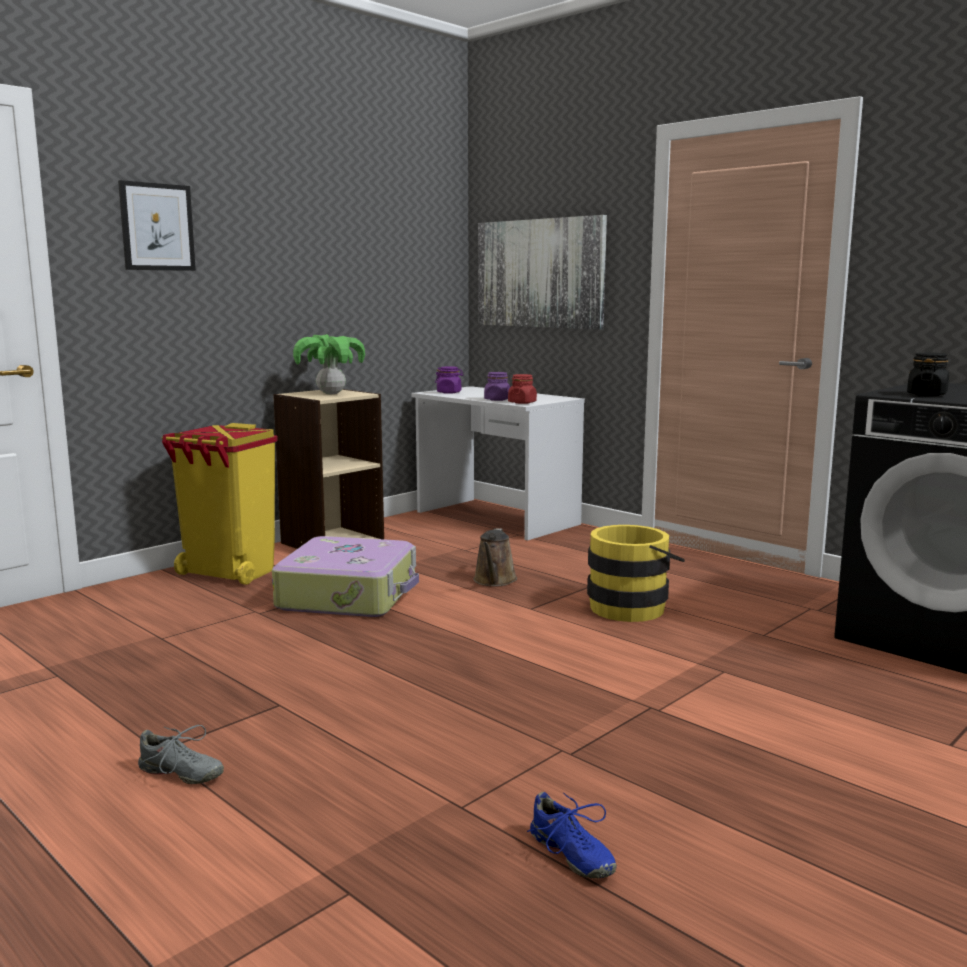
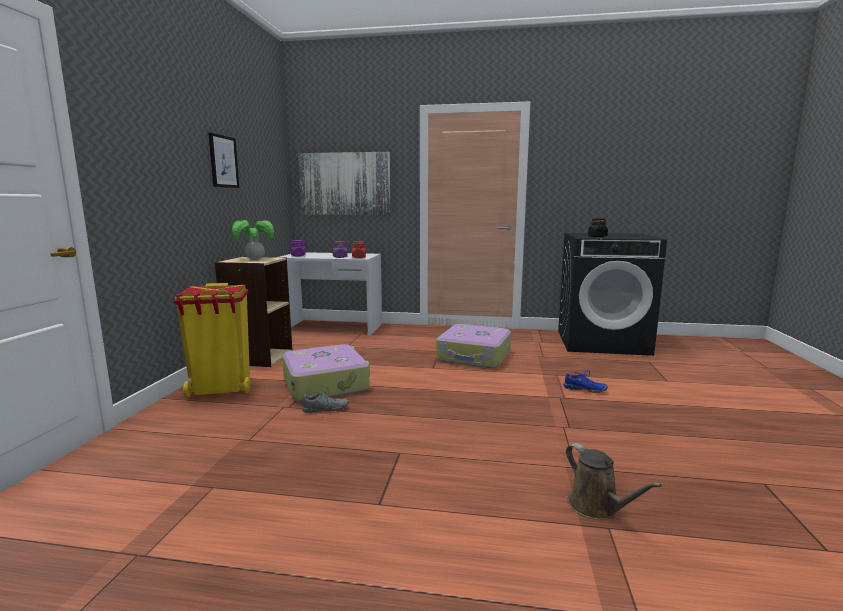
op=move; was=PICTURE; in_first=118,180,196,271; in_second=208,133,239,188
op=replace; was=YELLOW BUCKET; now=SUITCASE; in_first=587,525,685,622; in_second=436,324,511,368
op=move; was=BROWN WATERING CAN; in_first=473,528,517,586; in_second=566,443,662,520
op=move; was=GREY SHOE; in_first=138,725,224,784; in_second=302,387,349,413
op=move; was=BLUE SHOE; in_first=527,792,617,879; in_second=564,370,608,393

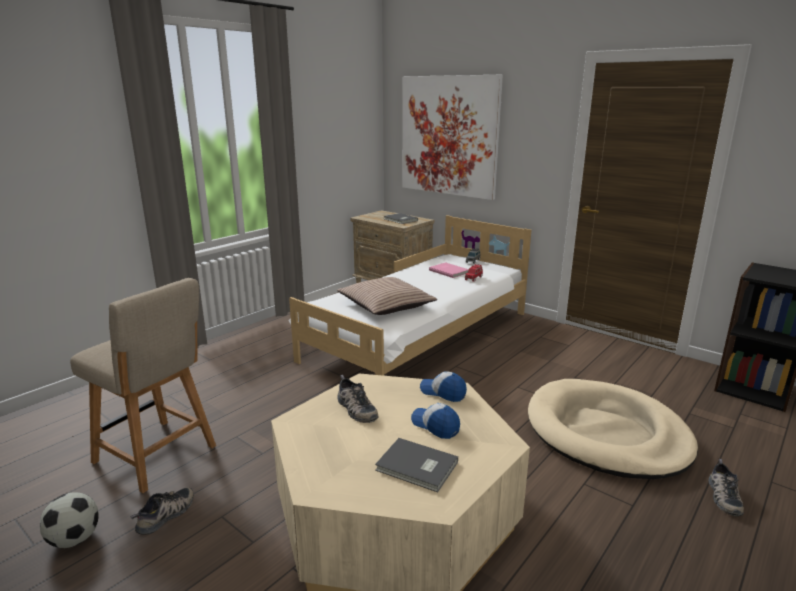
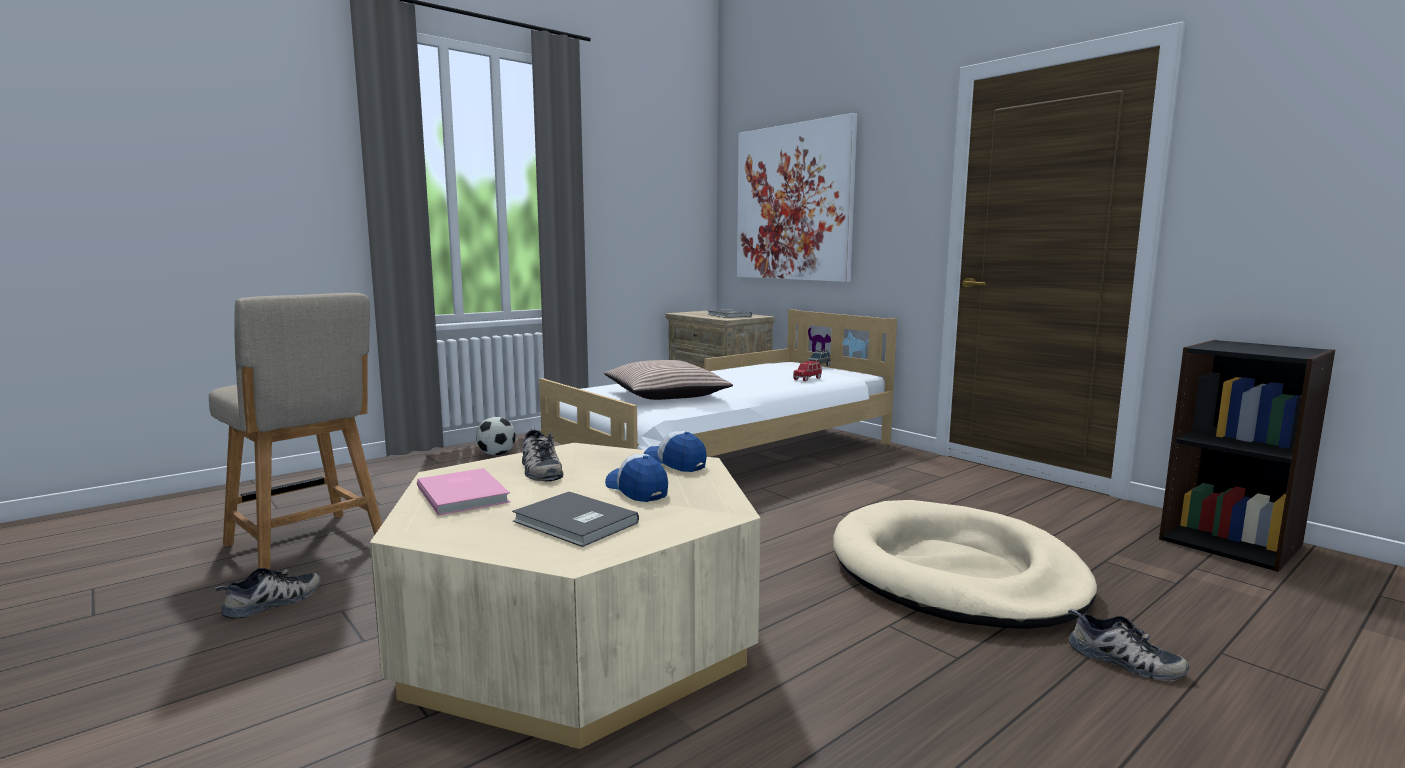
op=move; was=PINK BOOK; in_first=429,262,469,278; in_second=417,468,510,516
op=rotate; was=SHOE; in_first=709,459,744,516; in_second=1068,609,1189,681; clockwise=-75
op=move; was=FOOTBALL; in_first=40,492,99,548; in_second=476,417,516,455

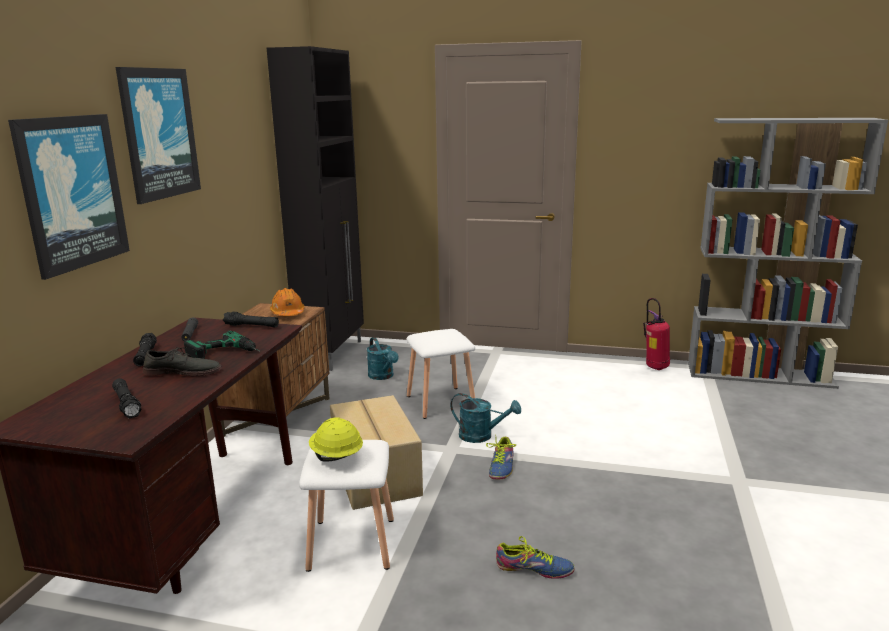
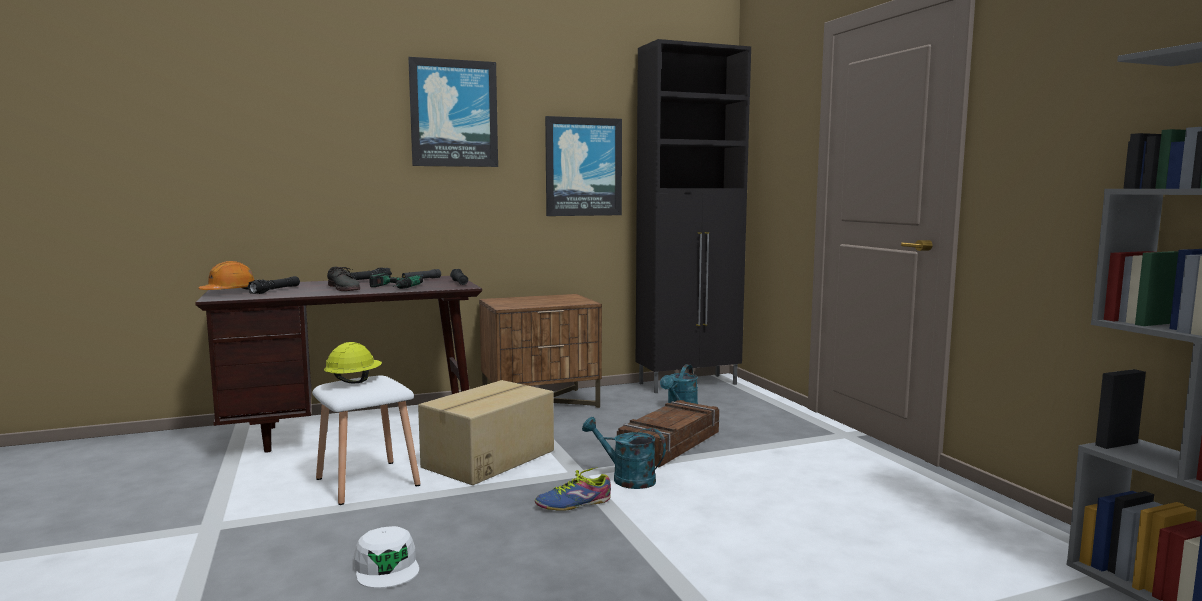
op=move; was=PICTURE; in_first=8,114,130,280; in_second=545,116,622,216
op=move; was=ORANGE HARD HAT; in_first=270,288,305,316; in_second=199,261,254,290
op=delete; was=FIRE EXTINGUISHER; in_first=643,298,670,370
op=replace; was=WHITE STOOL; now=CRATE; in_first=407,329,475,419; in_second=617,400,719,467
op=rotate; was=TURQUOISE WATERING CAN; in_first=450,393,521,443; in_second=582,417,666,489; clockwise=135
op=replace; was=SHOE; now=WHITE CAP; in_first=496,536,575,579; in_second=354,526,419,588

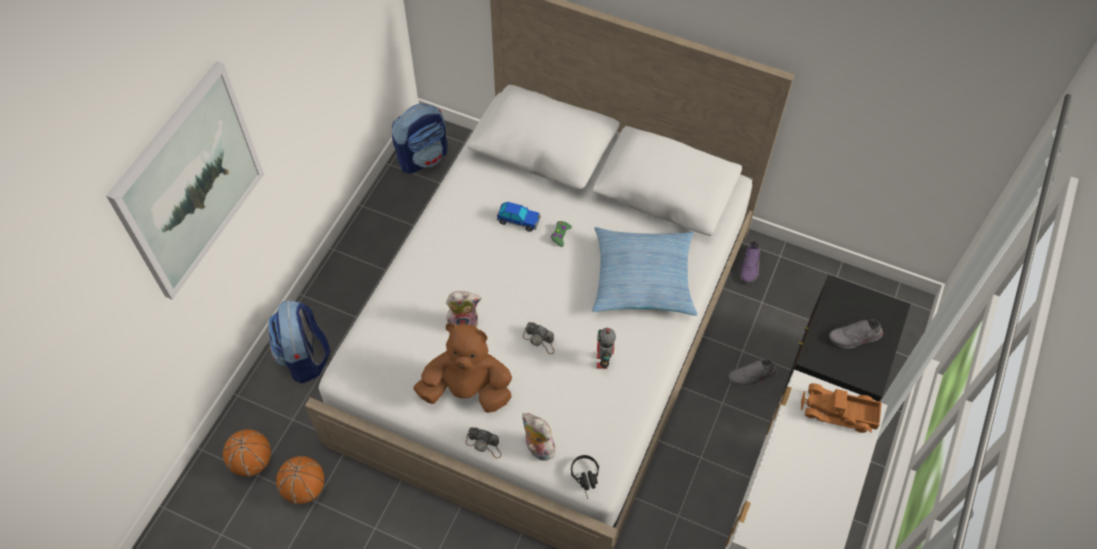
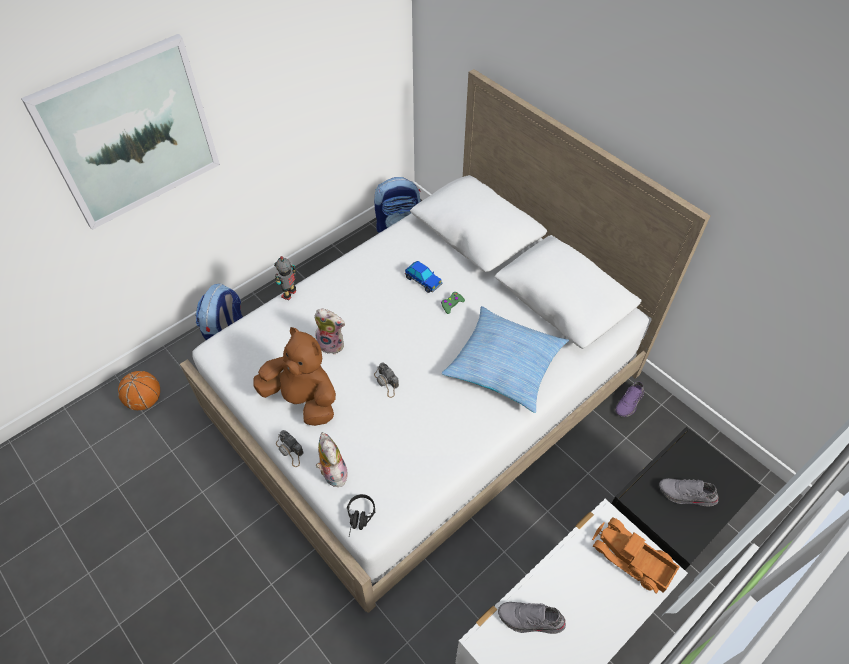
op=move; was=TOY ROBOT; in_first=597,328,616,369; in_second=274,256,297,301
op=move; was=GREY SHOE; in_first=728,359,777,387; in_second=498,602,566,634
op=delete; was=BASKETBALL; in_first=276,456,324,504

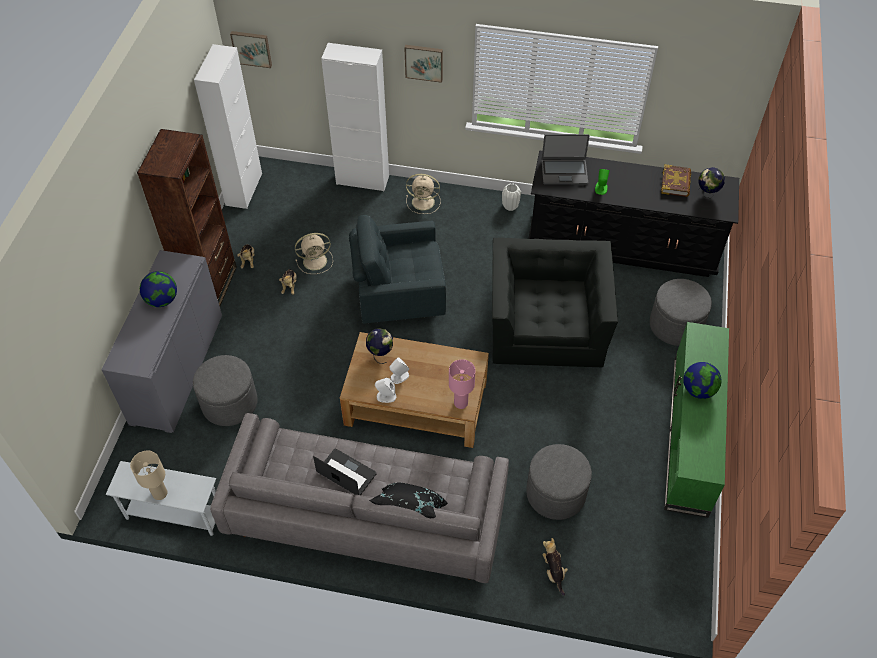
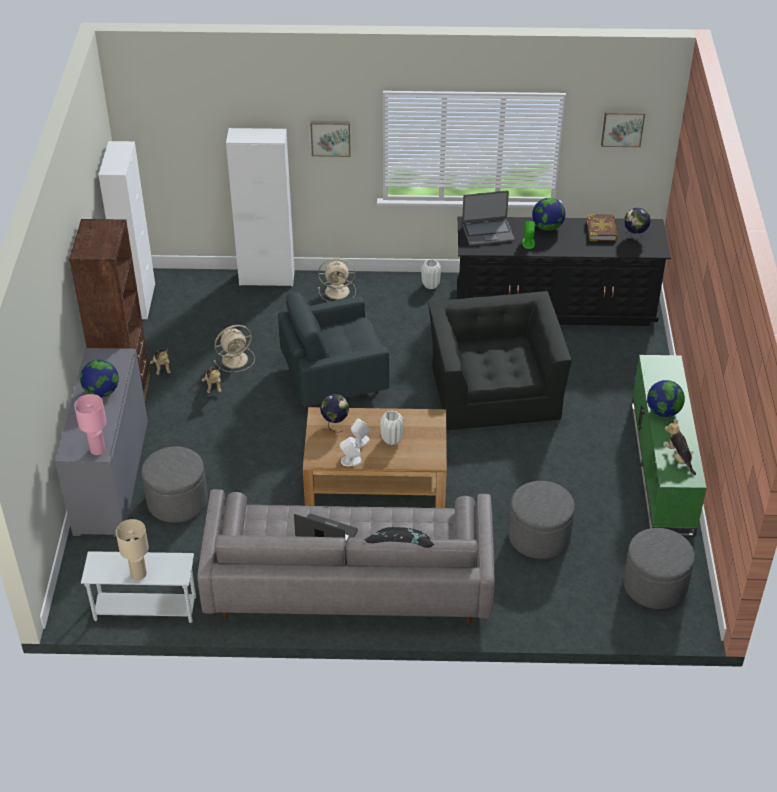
op=move; was=PICTURE; in_first=230,31,272,68; in_second=601,111,645,147
op=move; was=GREY OTTOMAN; in_first=650,279,712,346; in_second=623,528,695,609
op=move; was=PINK TABLE LAMP; in_first=449,359,476,409; in_second=74,394,107,455
op=move; was=PLUSH TOY; in_first=543,538,568,596; in_second=665,419,696,475
op=insert; now=GLOBE; in_second=532,198,565,231
op=insert; now=WHITE VASE; in_second=380,410,404,445

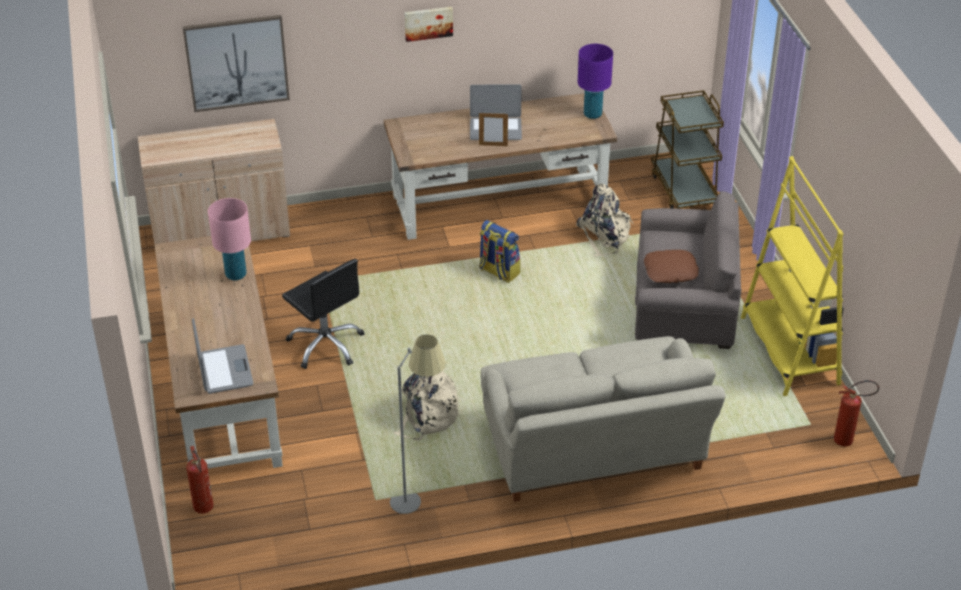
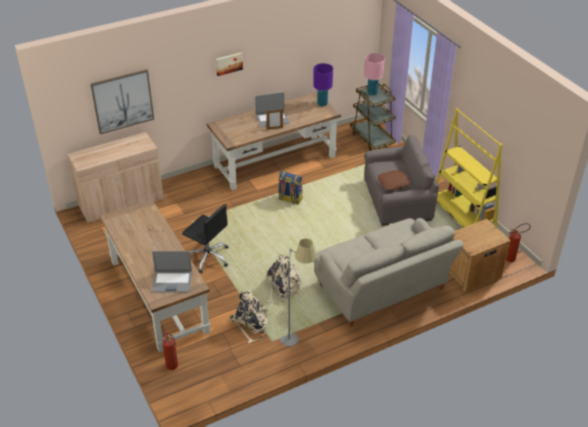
op=move; was=BEIGE BACKPACK; in_first=576,184,634,256; in_second=230,291,269,343
op=move; was=PINK TABLE LAMP; in_first=208,198,251,280; in_second=364,53,385,96
op=rotate; was=LAPTOP; in_first=192,318,253,394; in_second=152,251,192,292; clockwise=120
op=insert; now=BROWN NIGHTSTAND; in_second=449,219,511,293

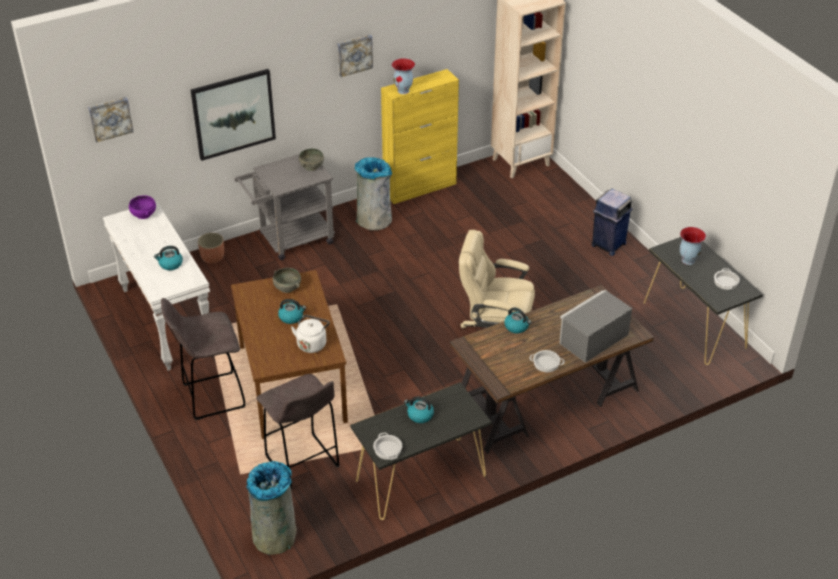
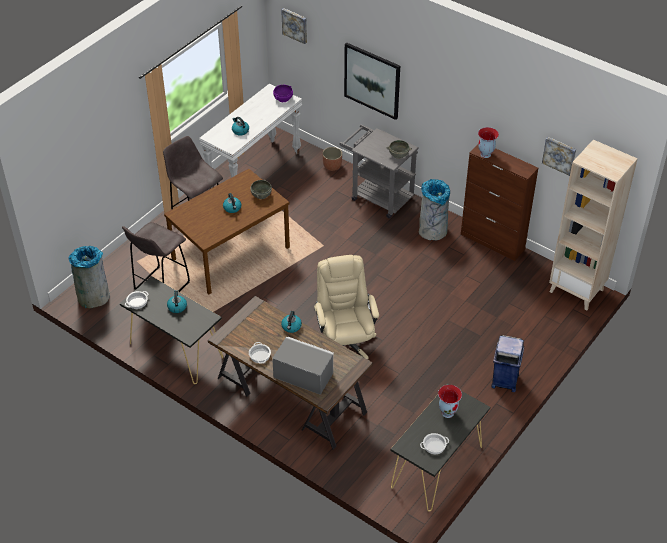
op=move; was=PICTURE; in_first=337,35,373,77; in_second=542,137,576,176
op=recolor; was=YELLOW CABINET; now=BROWN CABINET; in_first=381,69,459,204; in_second=461,145,538,261
op=delete; was=WHITE KETTLE; in_first=291,315,330,353

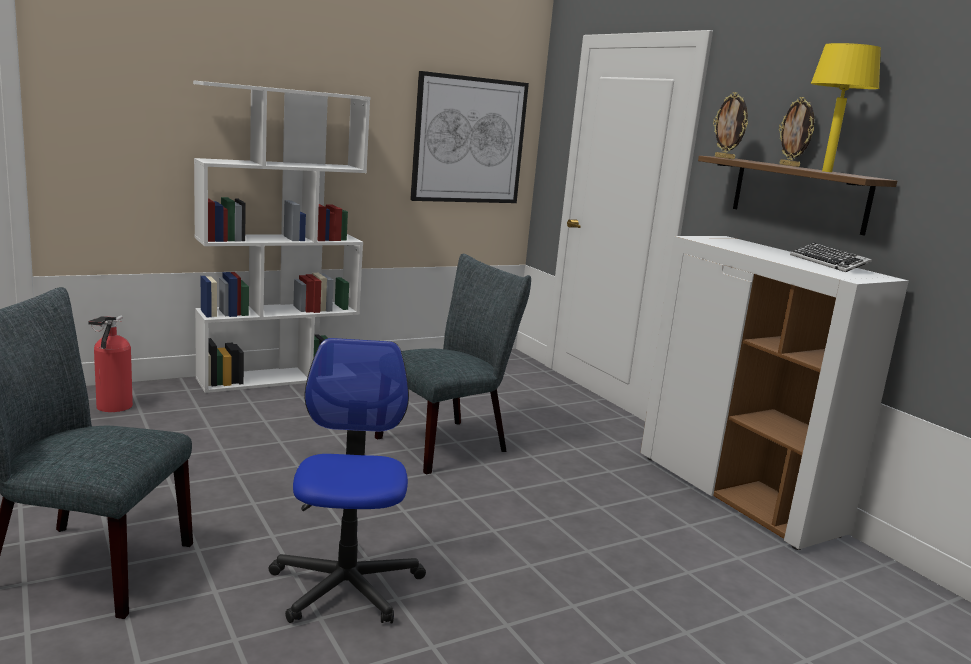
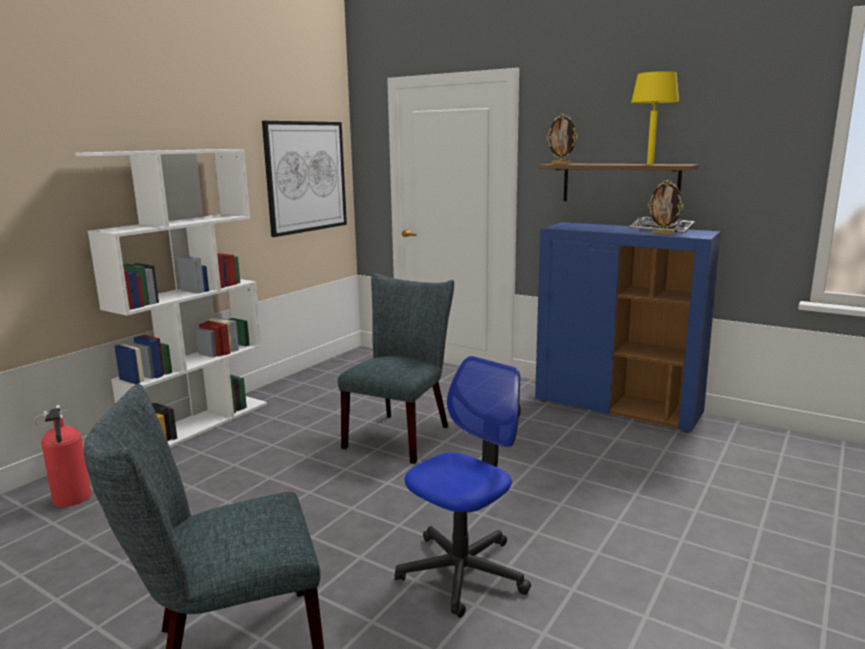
op=move; was=PICTURE FRAME; in_first=779,97,814,167; in_second=648,180,683,235
op=recolor; was=WHITE CABINET; now=BLUE CABINET; in_first=640,236,909,550; in_second=535,222,720,433
op=rotate; was=OFFICE CHAIR; in_first=269,338,426,623; in_second=395,356,531,618; clockwise=75

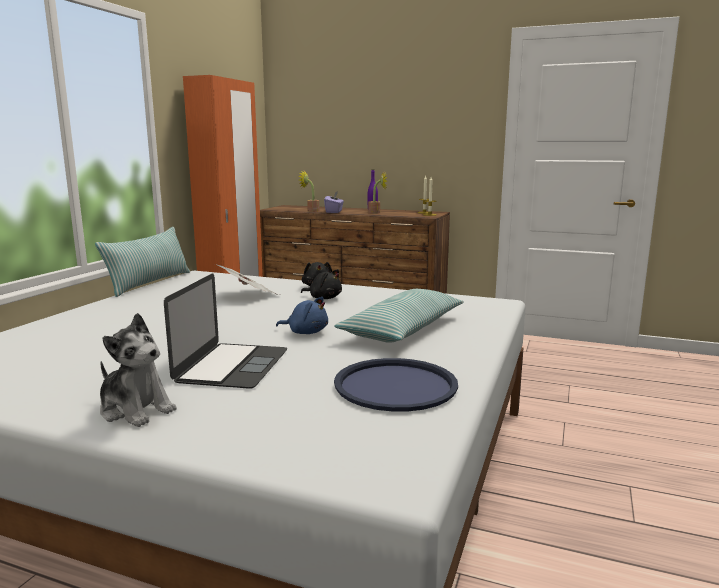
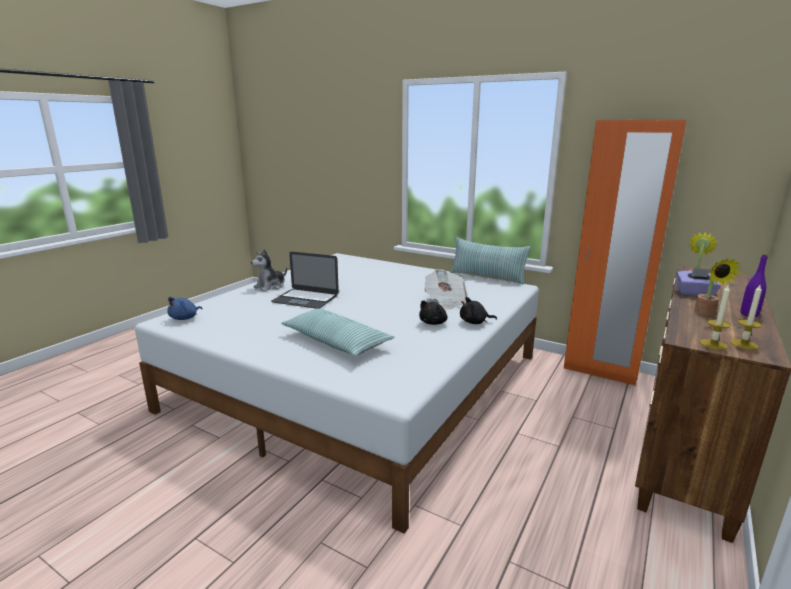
op=move; was=BLUE PLUSH TOY; in_first=276,297,328,334; in_second=167,297,203,320
op=delete; was=BLUE TRAY; in_first=334,358,458,412

